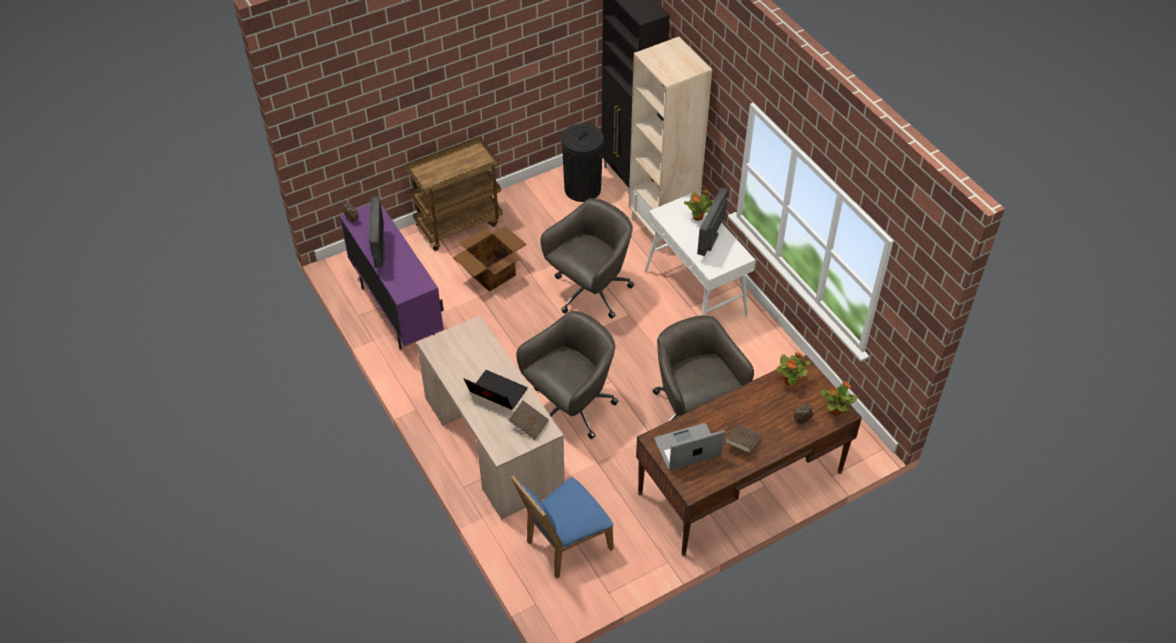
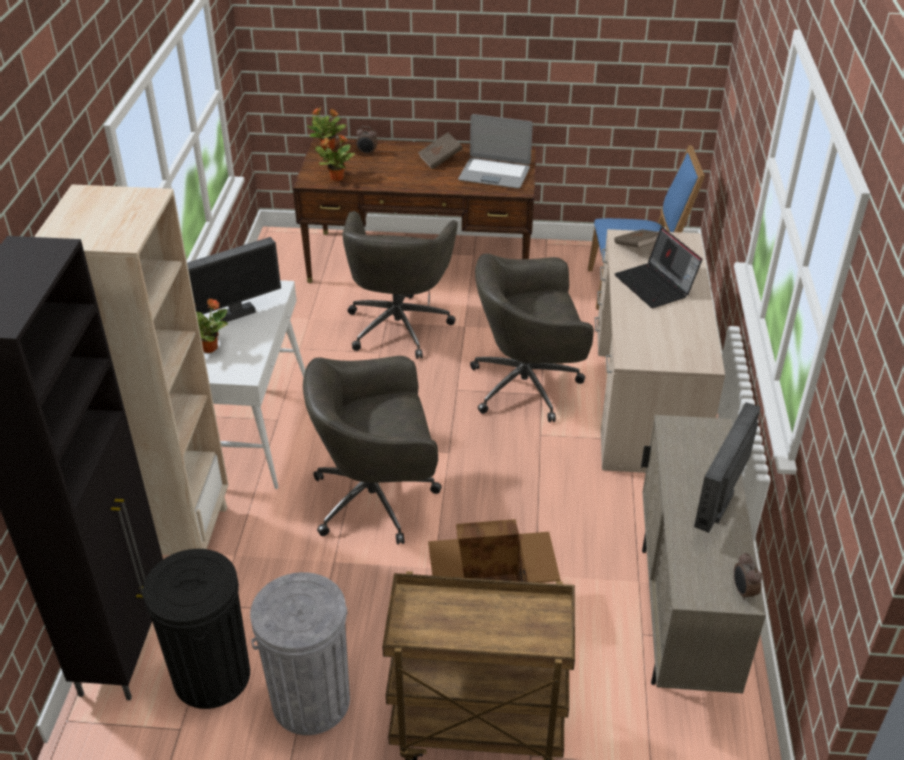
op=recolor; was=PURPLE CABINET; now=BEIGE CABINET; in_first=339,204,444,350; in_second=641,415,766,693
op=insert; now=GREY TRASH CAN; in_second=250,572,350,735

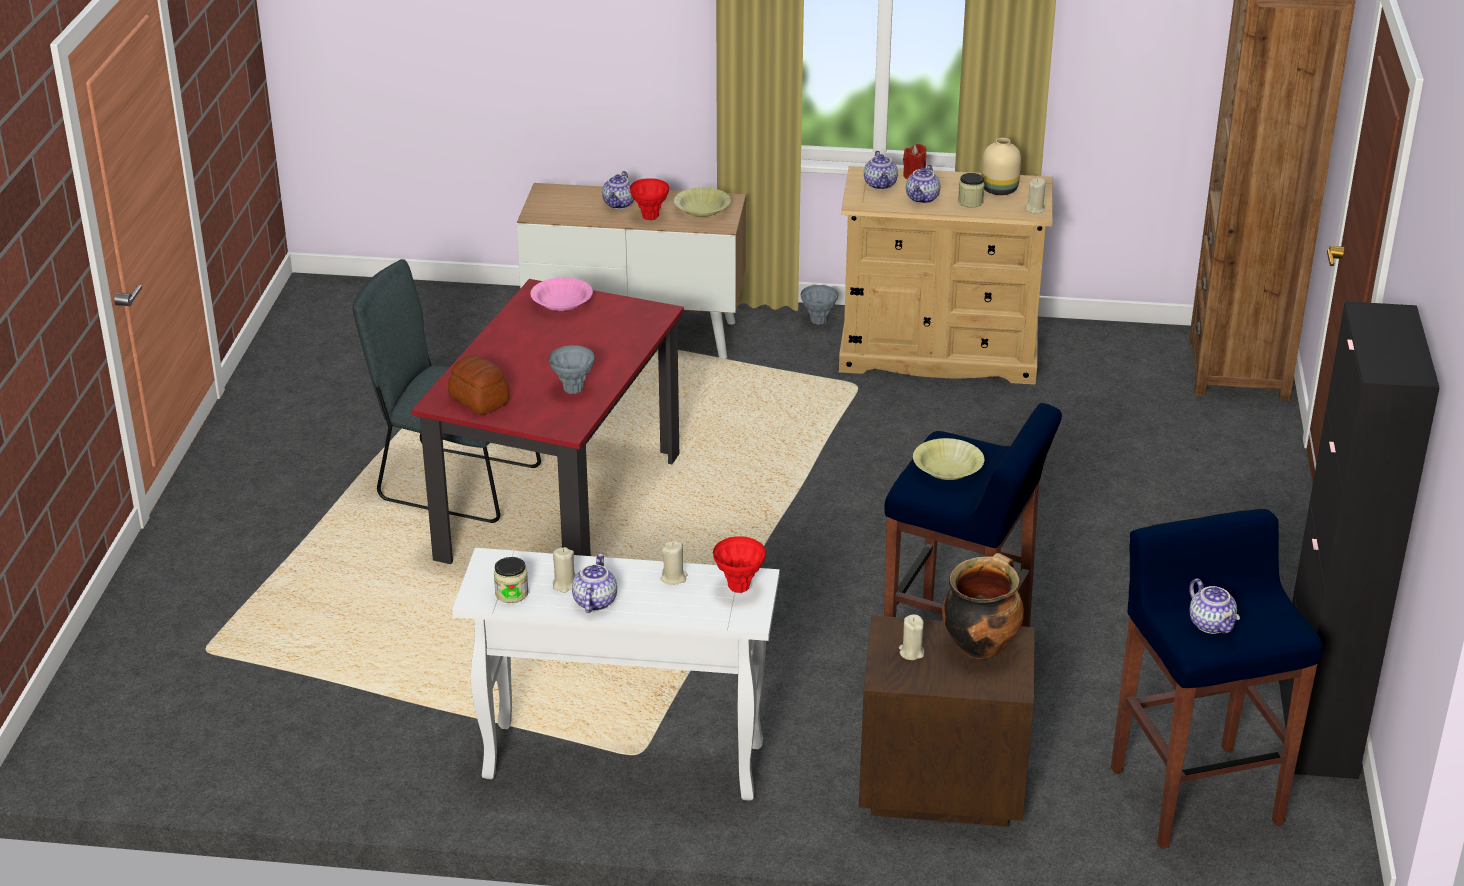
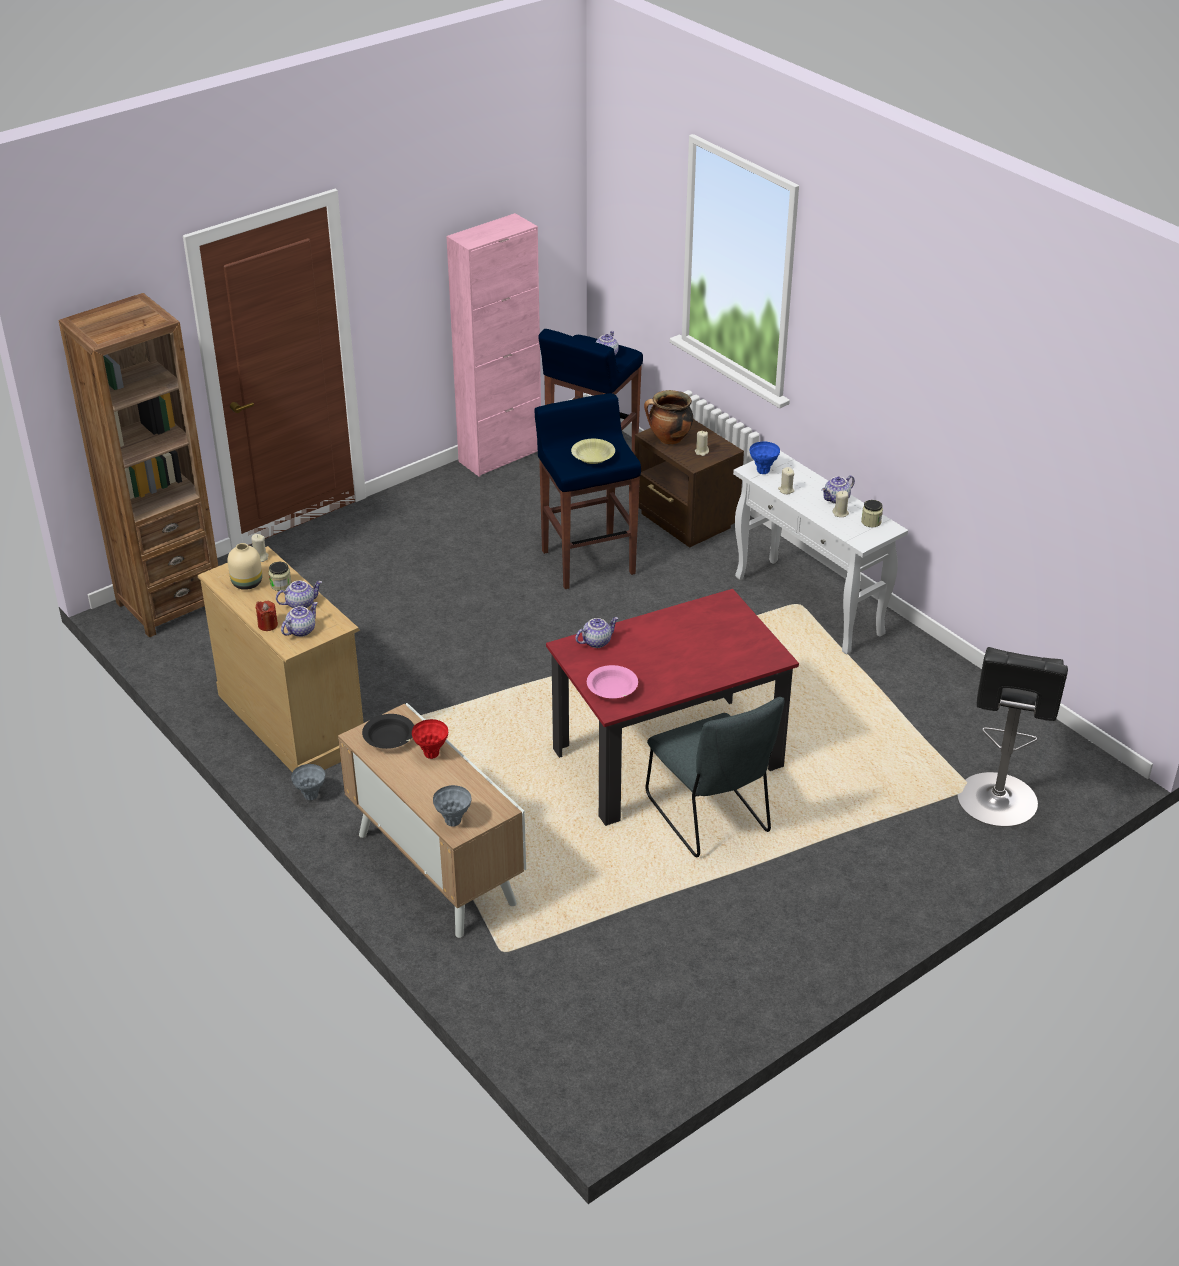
op=move; was=TEAPOT; in_first=602,171,634,209; in_second=576,617,618,648
op=recolor; was=YELLOW BOWL; now=BLACK BOWL; in_first=674,187,731,217; in_second=362,714,414,749
op=recolor; was=BLACK CABINET; now=PINK CABINET; in_first=1279,301,1440,779; in_second=446,213,541,477
op=move; was=GREY VASE; in_first=549,345,595,394; in_second=433,785,471,827
op=delete; was=BREAD; in_first=448,355,510,415
op=recolor; was=RED VASE; now=BLUE VASE; in_first=713,536,766,593; in_second=750,441,780,474
op=insert; now=BLACK STOOL; in_second=957,647,1068,827

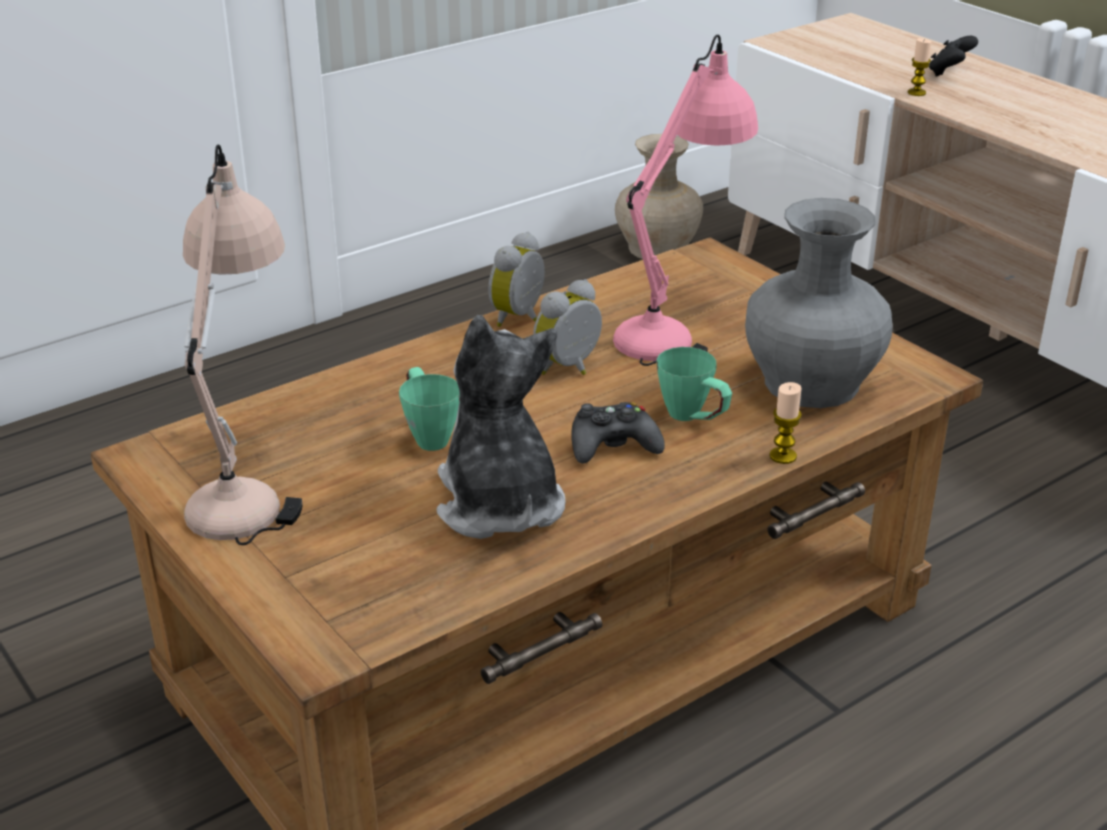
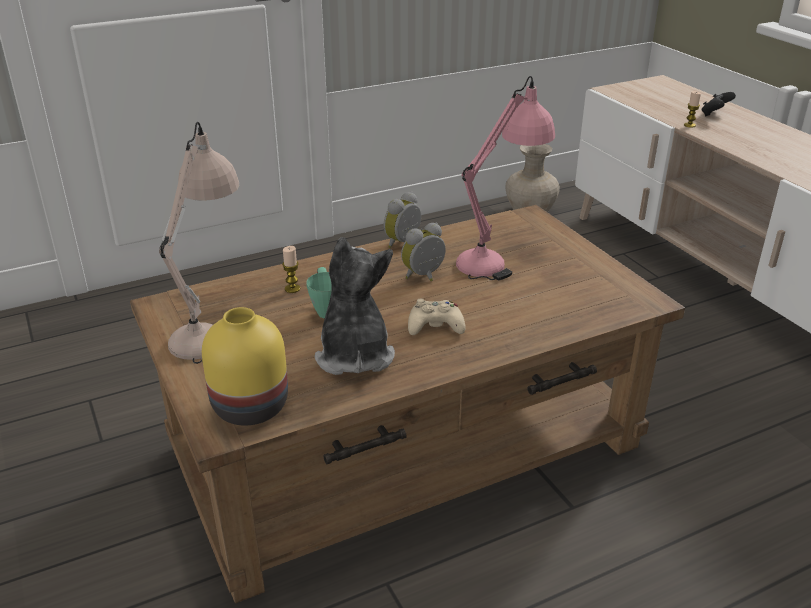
op=delete; was=GREY VASE; in_first=745,198,892,408
op=delete; was=GREEN MUG; in_first=657,347,732,421
op=move; was=CANDLE; in_first=769,382,802,464; in_second=282,246,300,293
op=recolor; was=BLACK GAME CONTROLLER; now=BEIGE GAME CONTROLLER; in_first=571,402,665,464; in_second=408,299,466,335
op=insert; now=YELLOW VASE; in_second=202,307,288,425

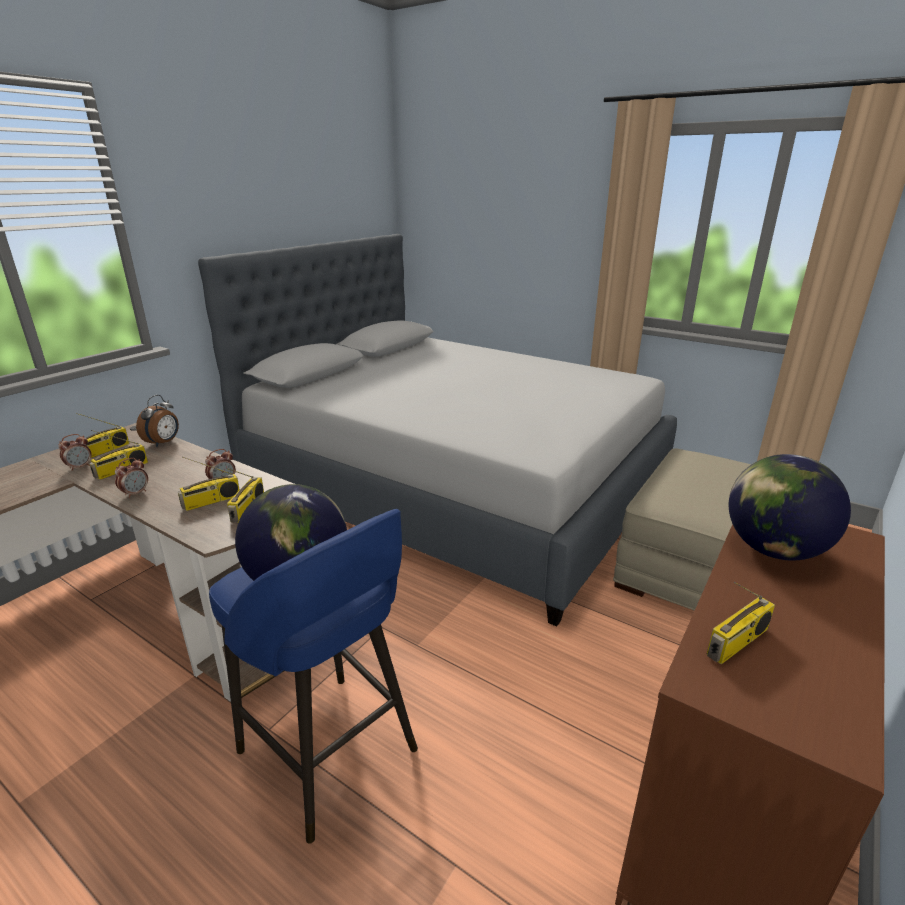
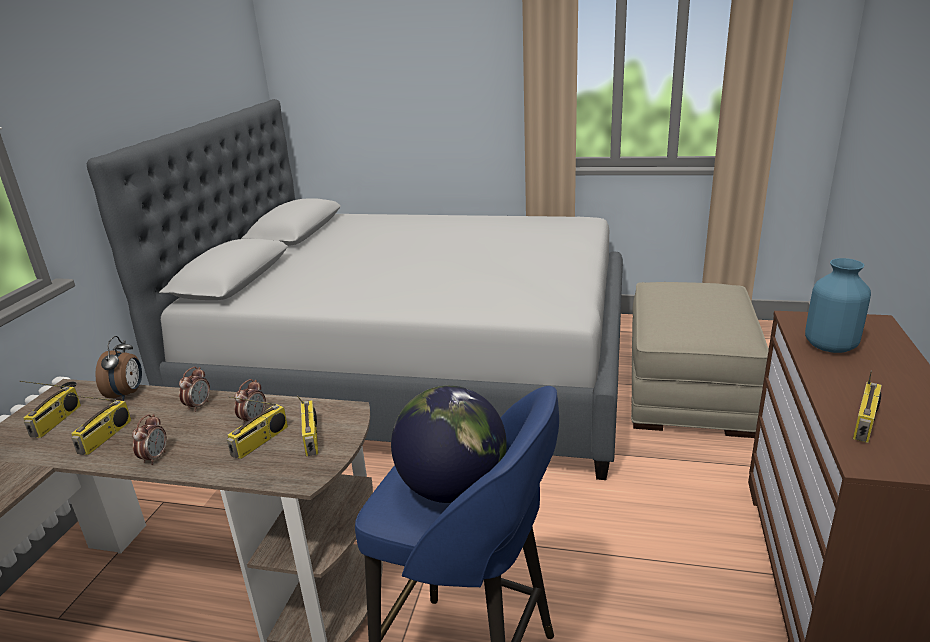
op=move; was=ALARM CLOCK; in_first=58,434,92,471; in_second=179,367,210,412
op=replace; was=GLOBE; now=BLUE VASE; in_first=729,454,851,560; in_second=805,258,871,353

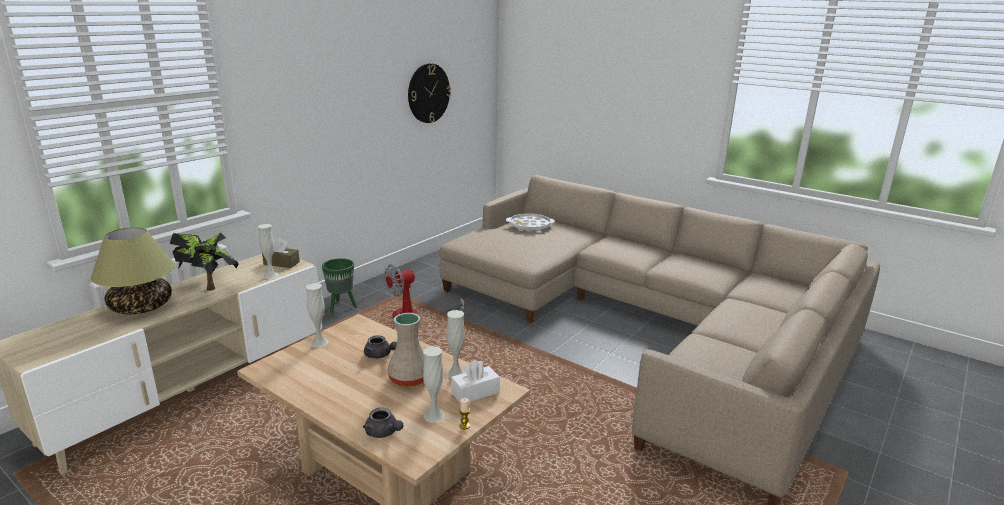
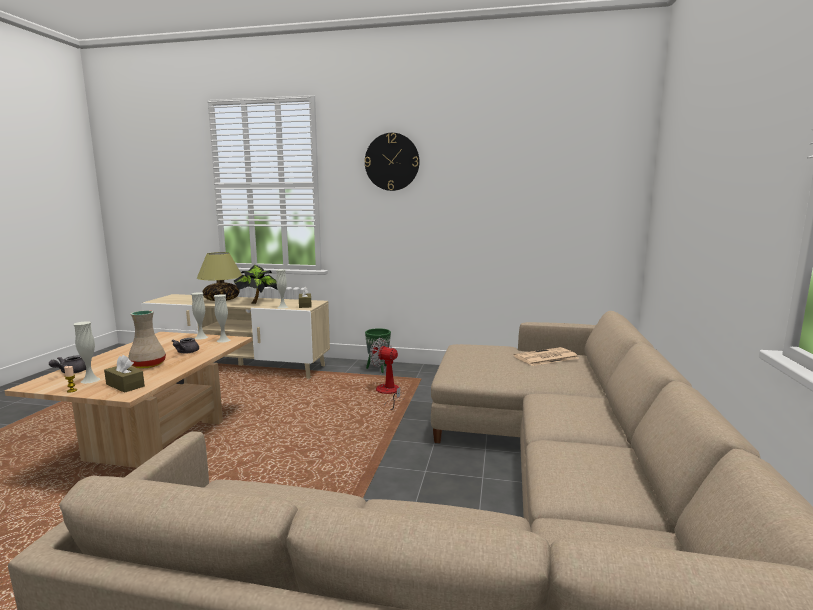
op=move; was=WALL CLOCK; in_first=408,63,451,123; in_second=365,133,420,191
op=replace; was=WHITE TRAY; now=NEWSPAPER; in_first=506,213,555,231; in_second=514,347,578,366
op=move; was=WHITE VASE; in_first=446,310,465,378; in_second=214,294,230,343
op=recolor; was=WHITE TISSUE BOX; now=BROWN TISSUE BOX; in_first=451,360,500,402; in_second=104,355,145,393

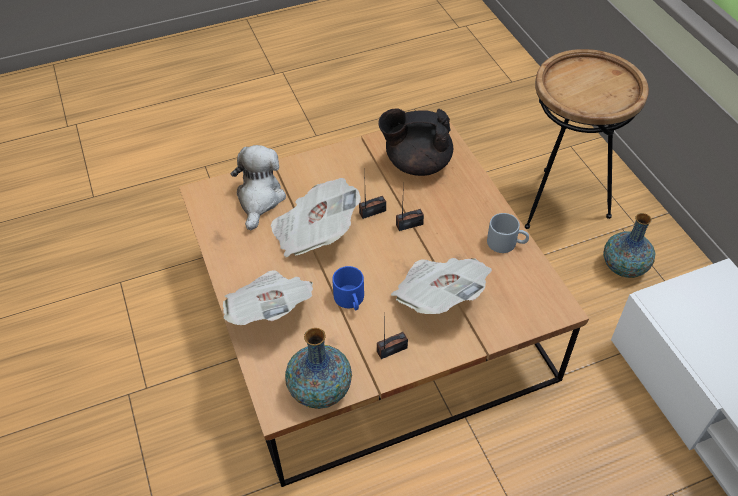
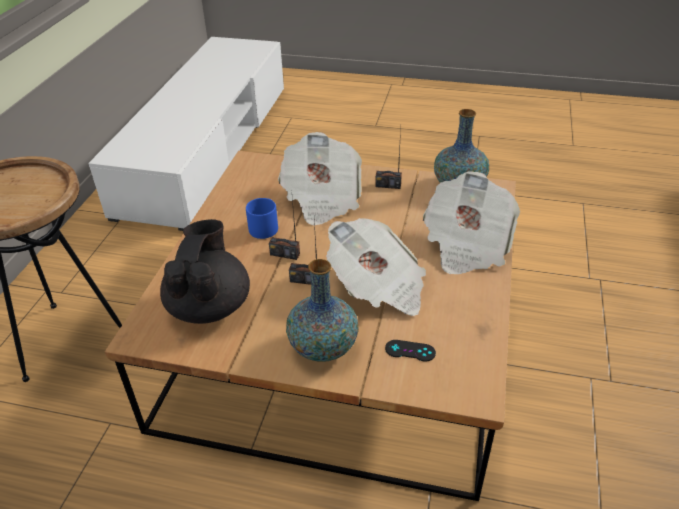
op=rotate; was=BLACK TEAPOT; in_first=379,108,453,176; in_second=160,219,250,324; clockwise=-120
op=replace; was=PLUSH TOY; now=BLACK GAME CONTROLLER; in_first=231,145,286,231; in_second=385,340,436,362
op=delete; was=GREY MUG; in_first=487,213,529,253
op=move; was=VASE; in_first=603,213,655,278; in_second=286,259,359,362
op=move; was=BLUE MUG; in_first=332,266,364,310; in_second=246,198,278,239

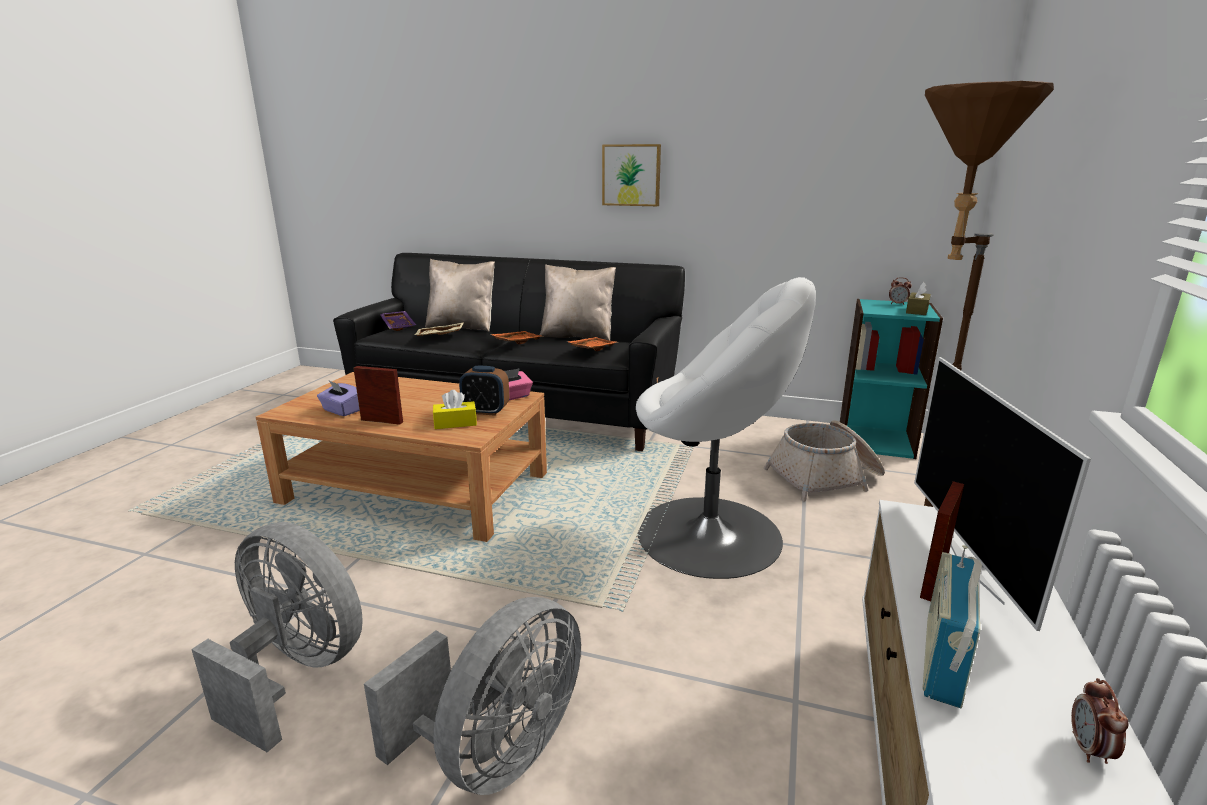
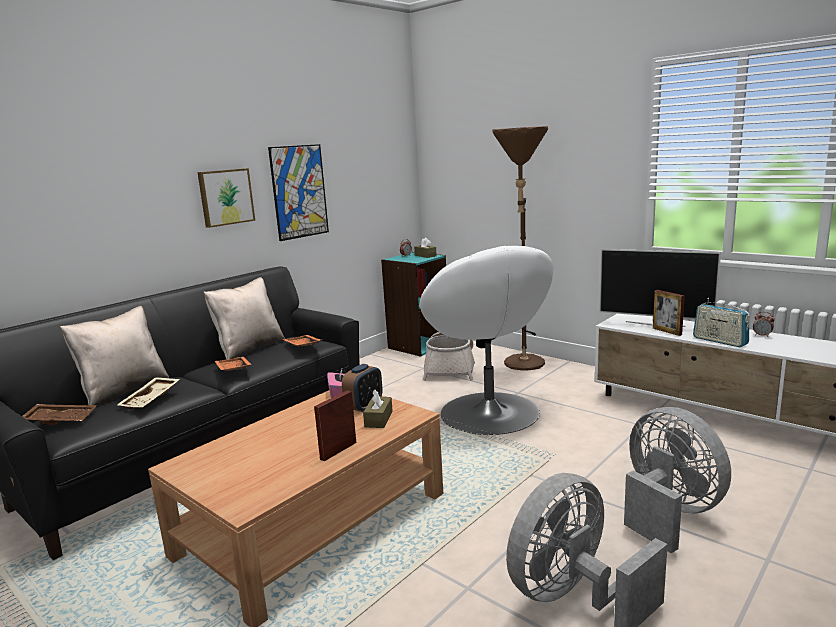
op=rotate; was=WHITE ARMCHAIR; in_first=636,277,816,579; in_second=420,246,553,435; clockwise=120
op=recolor; was=PURPLE TRAY; now=BROWN TRAY; in_first=381,311,416,331; in_second=22,404,97,425
op=delete; was=PURPLE TISSUE BOX; in_first=317,381,360,416
op=recolor; was=YELLOW TISSUE BOX; now=BROWN TISSUE BOX; in_first=433,390,477,429; in_second=363,389,393,428
op=insert; now=PICTURE; in_second=268,144,329,241

